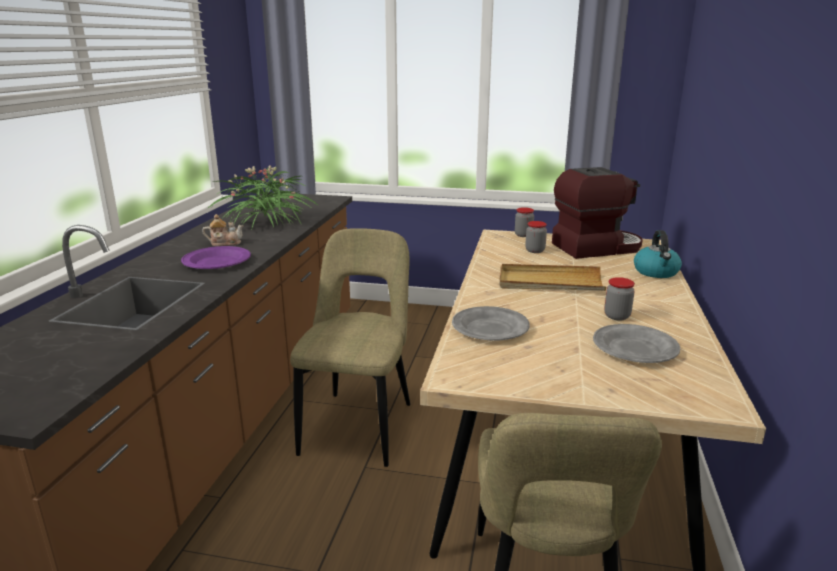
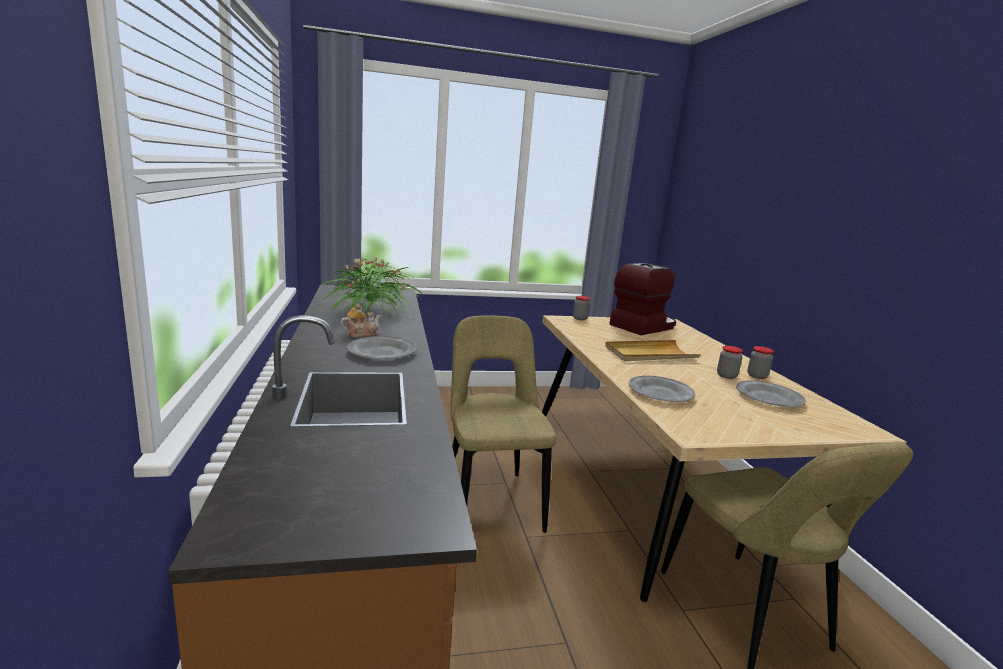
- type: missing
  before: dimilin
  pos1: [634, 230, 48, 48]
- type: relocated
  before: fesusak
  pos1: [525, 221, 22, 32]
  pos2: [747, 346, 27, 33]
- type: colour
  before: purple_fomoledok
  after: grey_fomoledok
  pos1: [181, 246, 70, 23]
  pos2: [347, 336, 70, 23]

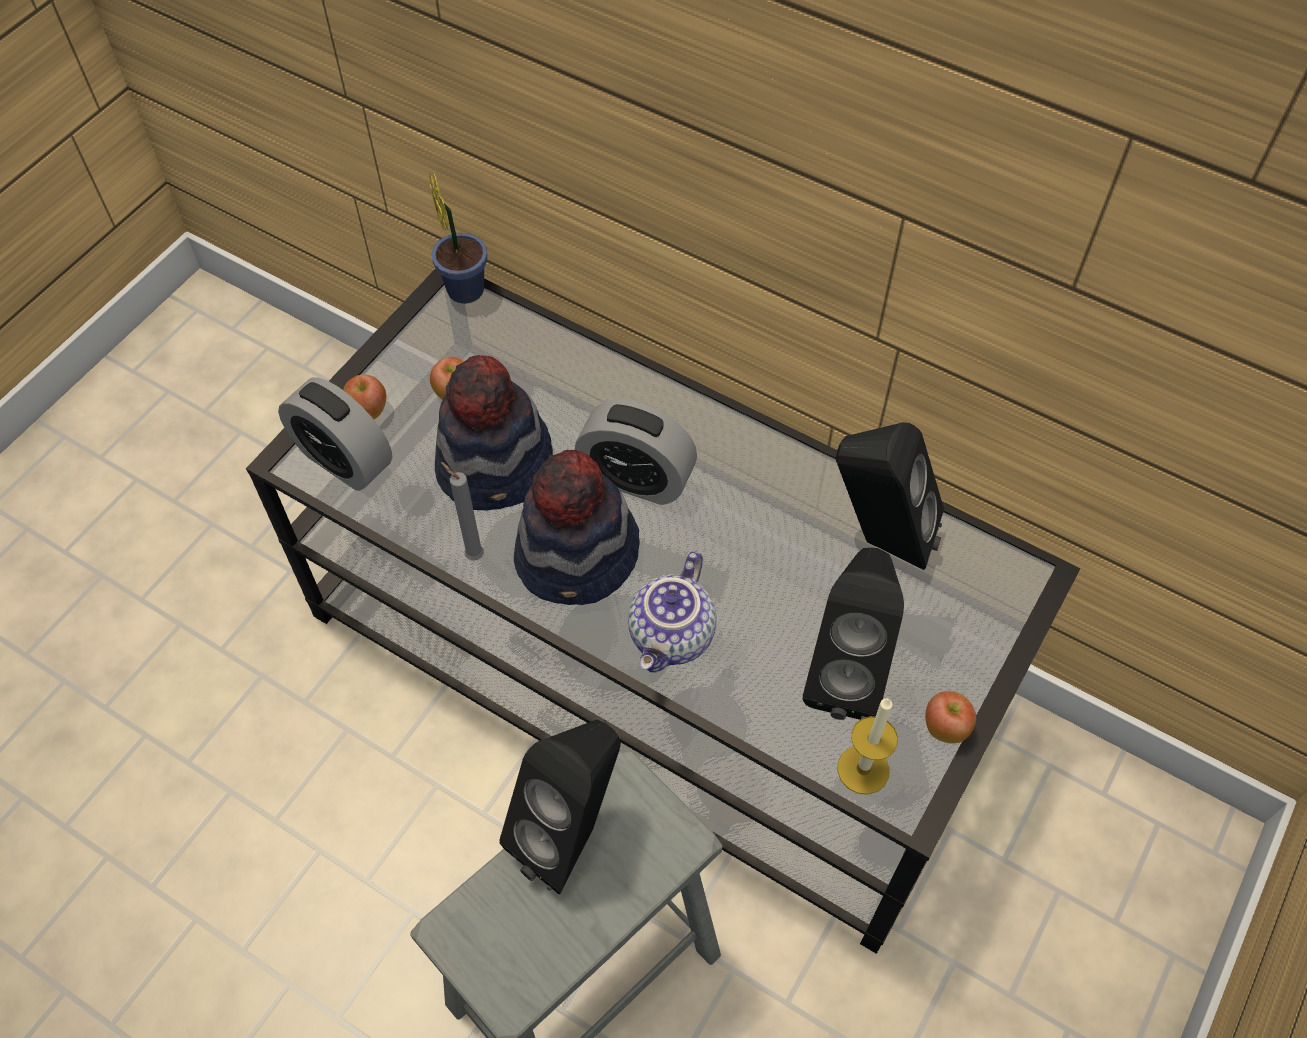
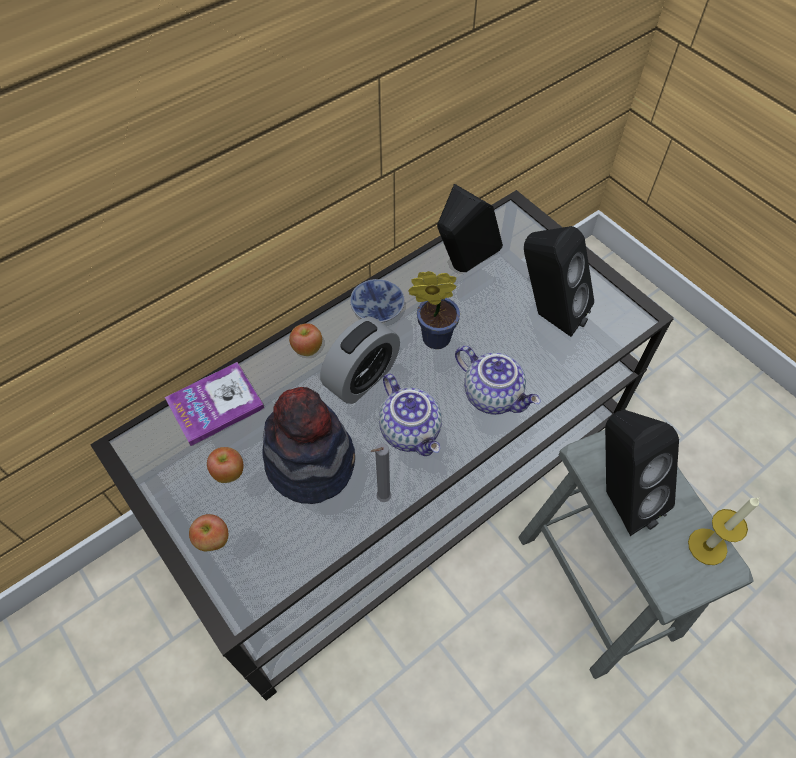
- type: missing
  before: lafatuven
  pos1: [278, 378, 114, 113]
- type: appeared
  after: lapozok
  pos2: [165, 362, 99, 84]
- type: appeared
  after: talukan
  pos2: [350, 279, 55, 44]
- type: relocated
  before: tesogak
  pos1: [429, 171, 58, 133]
  pos2: [408, 271, 52, 78]
- type: relocated
  before: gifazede
  pos1: [837, 697, 61, 98]
  pos2: [688, 498, 71, 67]
- type: relocated
  before: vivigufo
  pos1: [925, 691, 51, 53]
  pos2: [289, 323, 33, 33]
- type: exchanged
  before: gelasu
  after: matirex
  pos1: [514, 450, 126, 155]
  pos2: [379, 374, 63, 82]

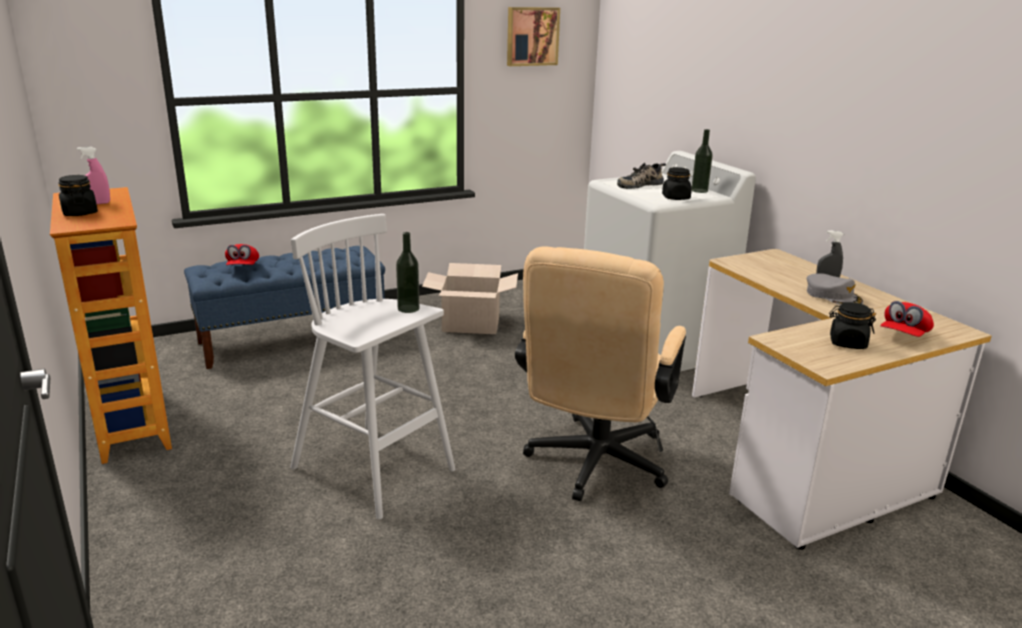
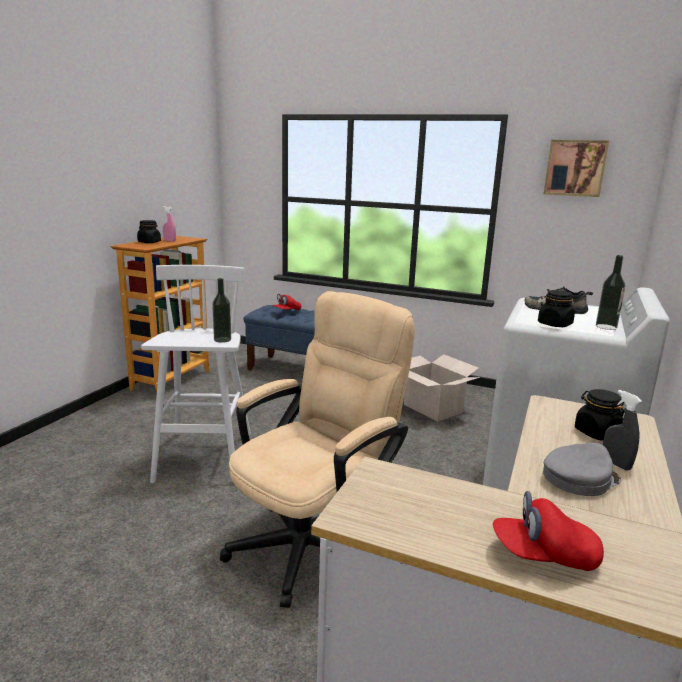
- type: relocated
  before: black_fesusak
  pos1: [829, 302, 47, 47]
  pos2: [575, 389, 50, 52]
- type: spun
  before: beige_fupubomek
  pos1: [515, 246, 171, 255]
  pos2: [220, 291, 195, 317]
  turn: 150
- type: spun
  before: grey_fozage
  pos1: [807, 273, 56, 32]
  pos2: [543, 443, 78, 53]
  turn: -135

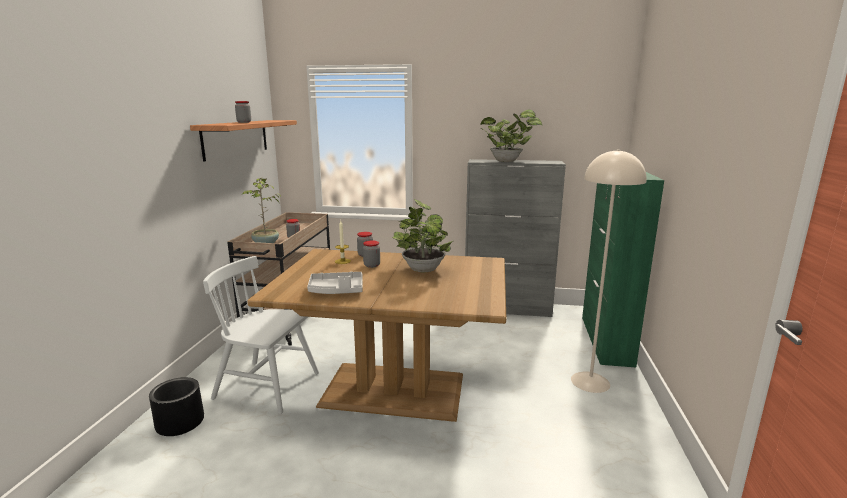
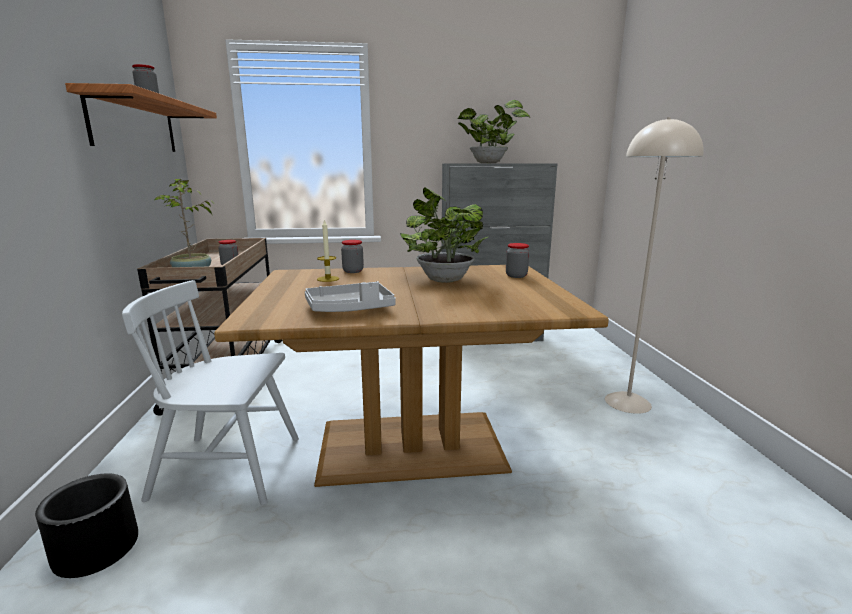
- type: missing
  before: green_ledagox
  pos1: [582, 172, 82, 196]
- type: relocated
  before: fesusak
  pos1: [363, 240, 17, 28]
  pos2: [506, 243, 23, 35]

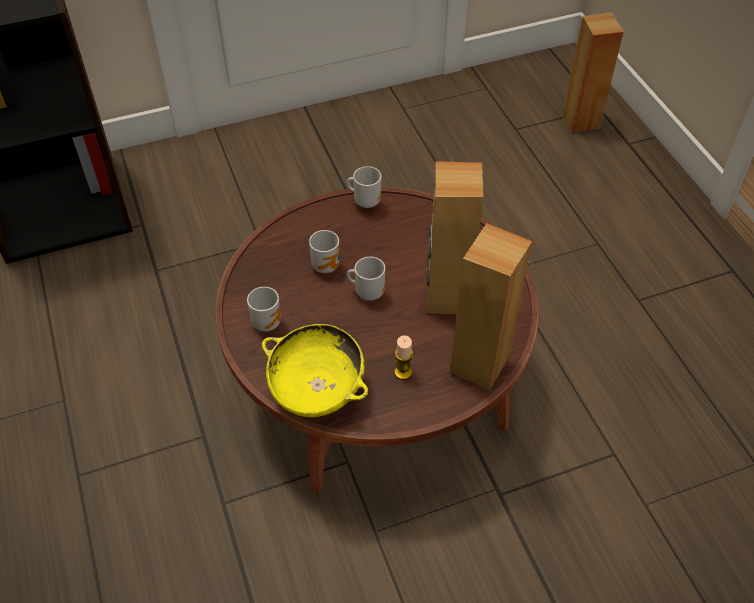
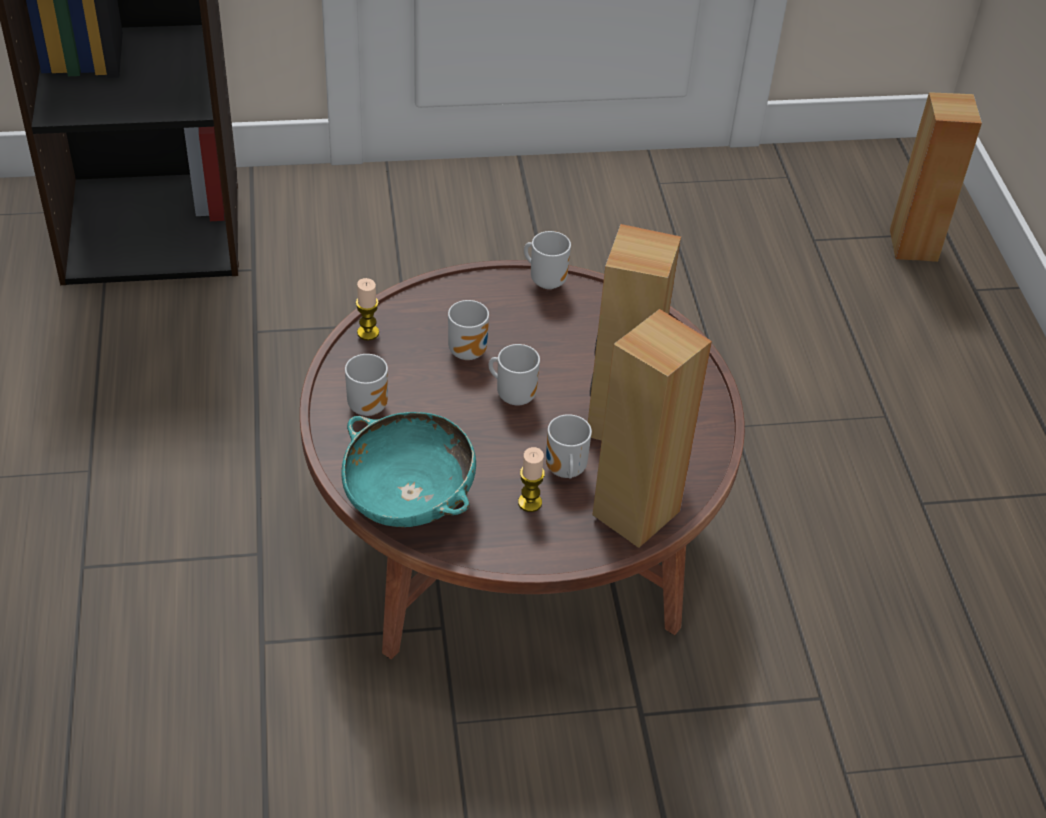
- type: appeared
  after: gifazede
  pos2: [356, 278, 23, 63]
- type: appeared
  after: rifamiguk
  pos2: [546, 414, 46, 64]
- type: colour
  before: yellow_talukan
  after: turquoise_talukan
  pos1: [262, 324, 107, 93]
  pos2: [341, 412, 135, 115]

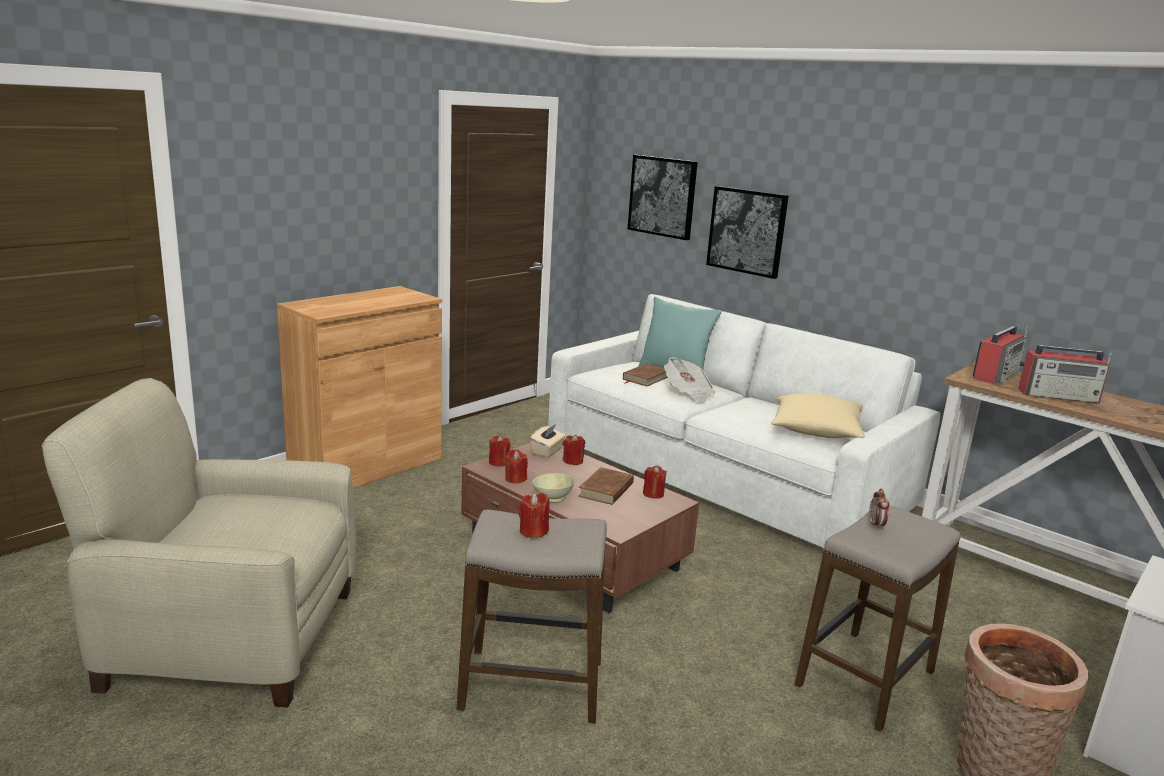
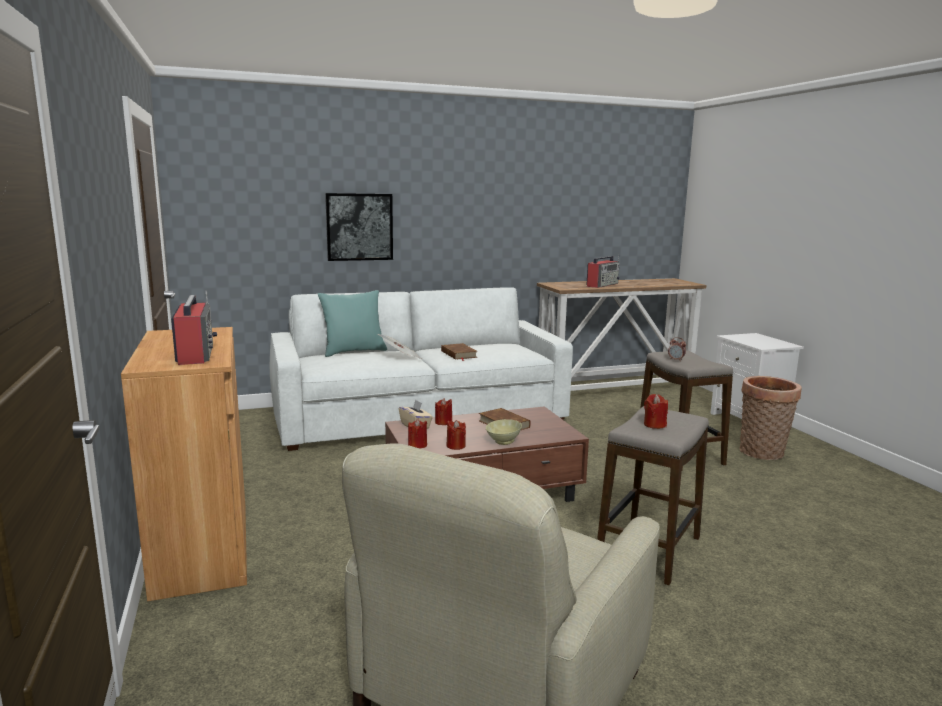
- type: missing
  before: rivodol
  pos1: [628, 155, 70, 85]
- type: missing
  before: red_gifazede
  pos1: [643, 466, 24, 33]
- type: missing
  before: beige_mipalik
  pos1: [771, 393, 94, 45]
- type: relocated
  before: brown_lapozok
  pos1: [623, 363, 45, 24]
  pos2: [441, 343, 36, 18]
- type: relocated
  before: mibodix
  pos1: [973, 326, 55, 58]
  pos2: [171, 291, 46, 74]

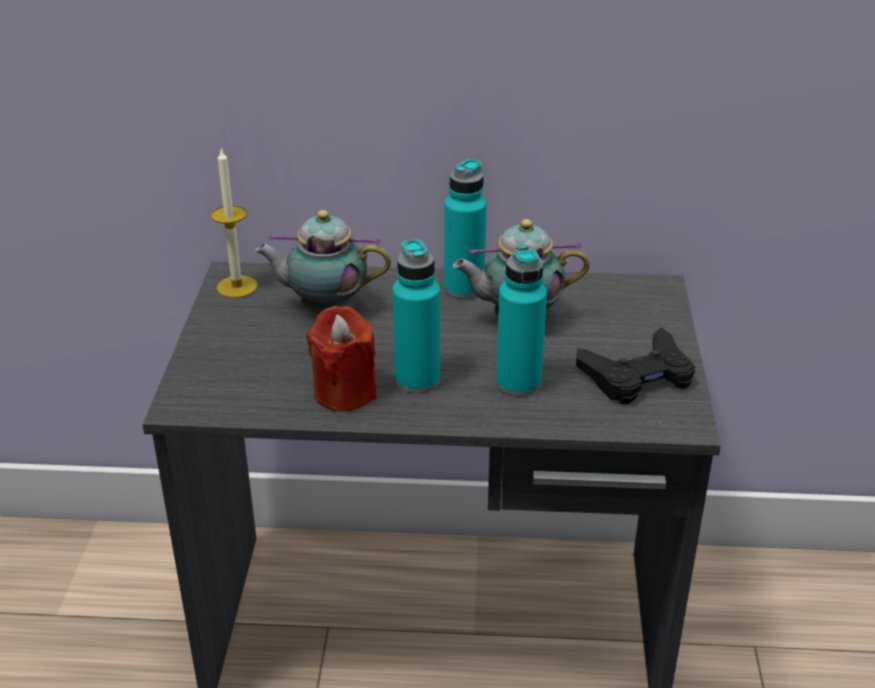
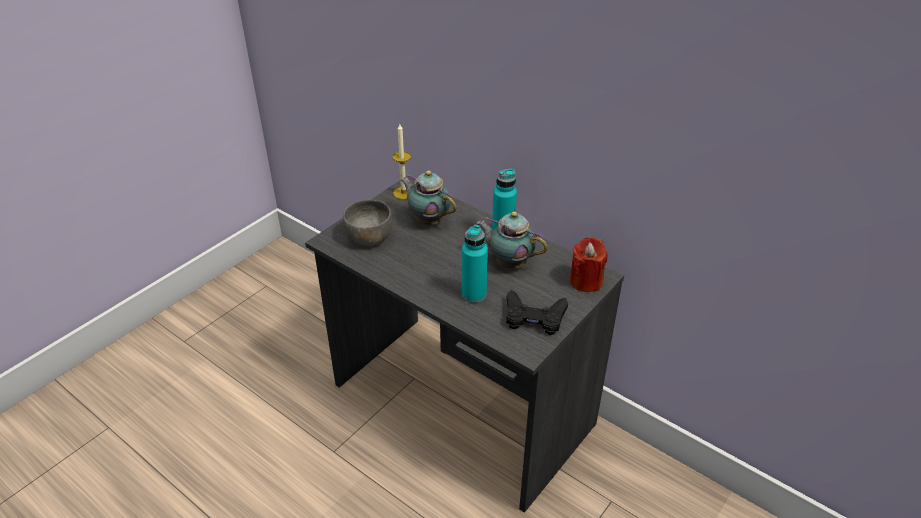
- type: missing
  before: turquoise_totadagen
  pos1: [393, 239, 47, 154]
- type: appeared
  after: grey_talukan
  pos2: [343, 200, 50, 46]
- type: relocated
  before: red_gifazede
  pos1: [307, 306, 70, 105]
  pos2: [570, 237, 38, 55]

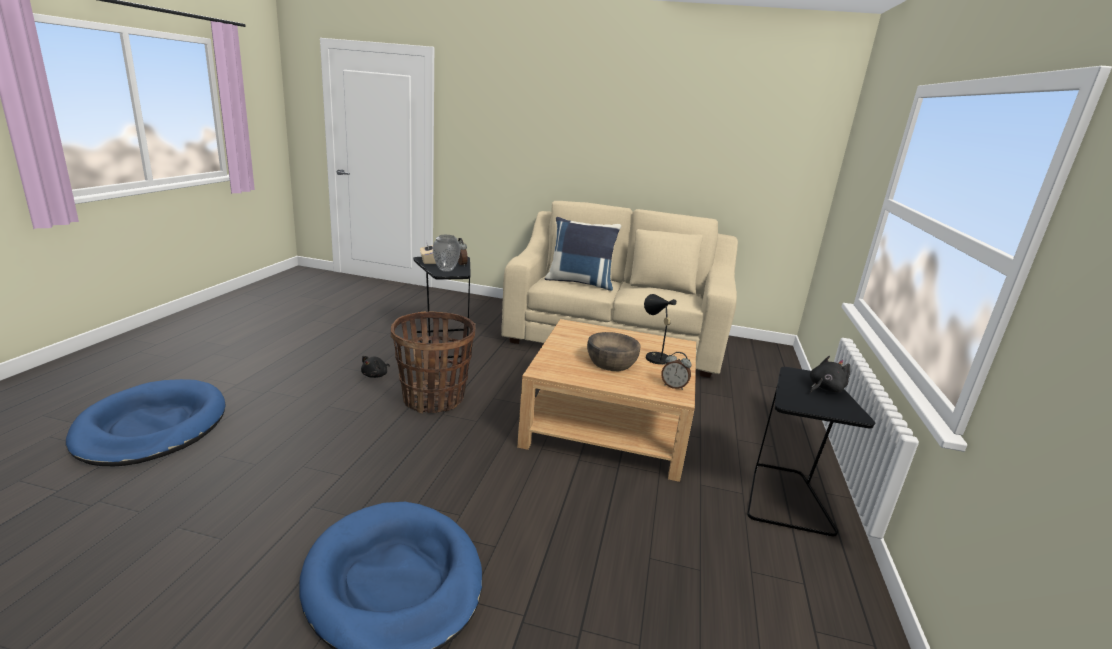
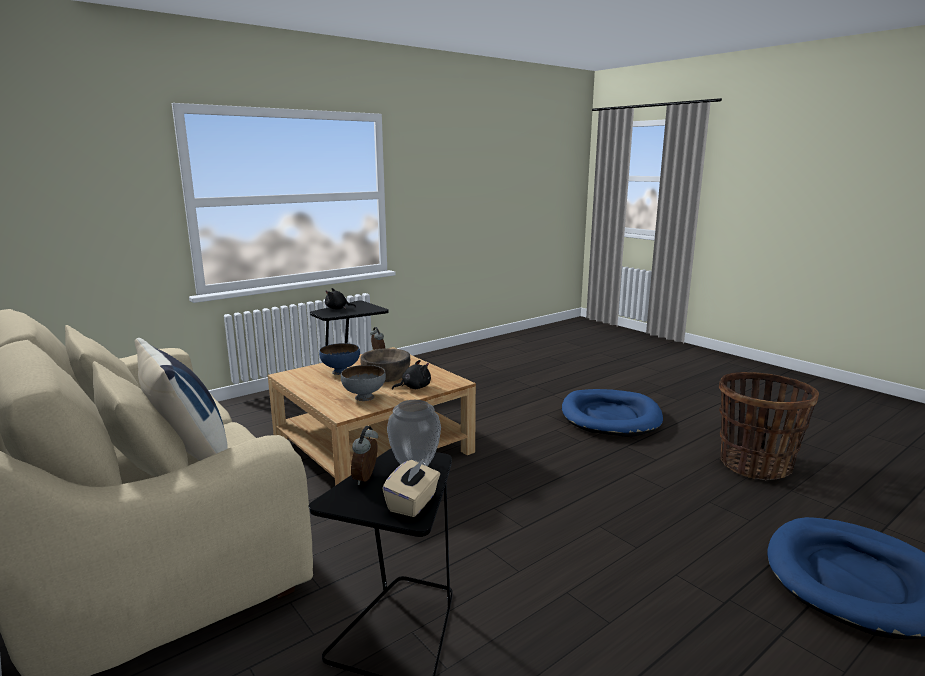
- type: appeared
  after: grey_talukan
  pos2: [341, 365, 45, 36]
- type: relocated
  before: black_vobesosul
  pos1: [361, 356, 29, 22]
  pos2: [392, 360, 39, 30]
- type: relocated
  before: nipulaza
  pos1: [391, 311, 84, 103]
  pos2: [719, 372, 100, 108]
- type: exchanged
  before: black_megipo
  after: blue_talukan
  pos1: [644, 294, 33, 71]
  pos2: [319, 343, 41, 32]

